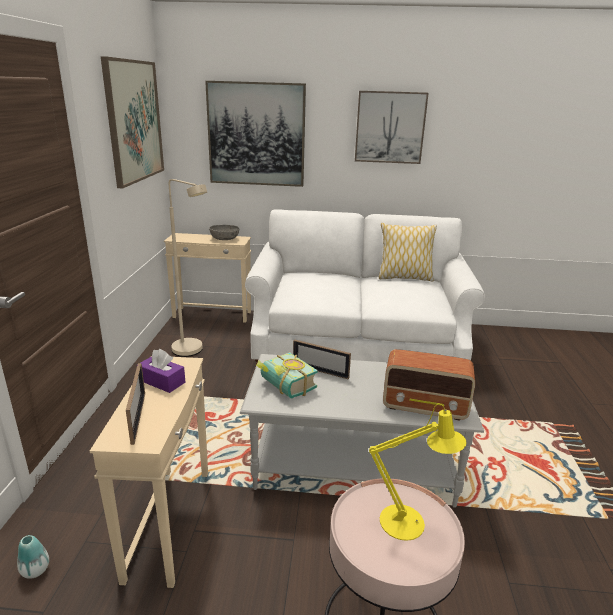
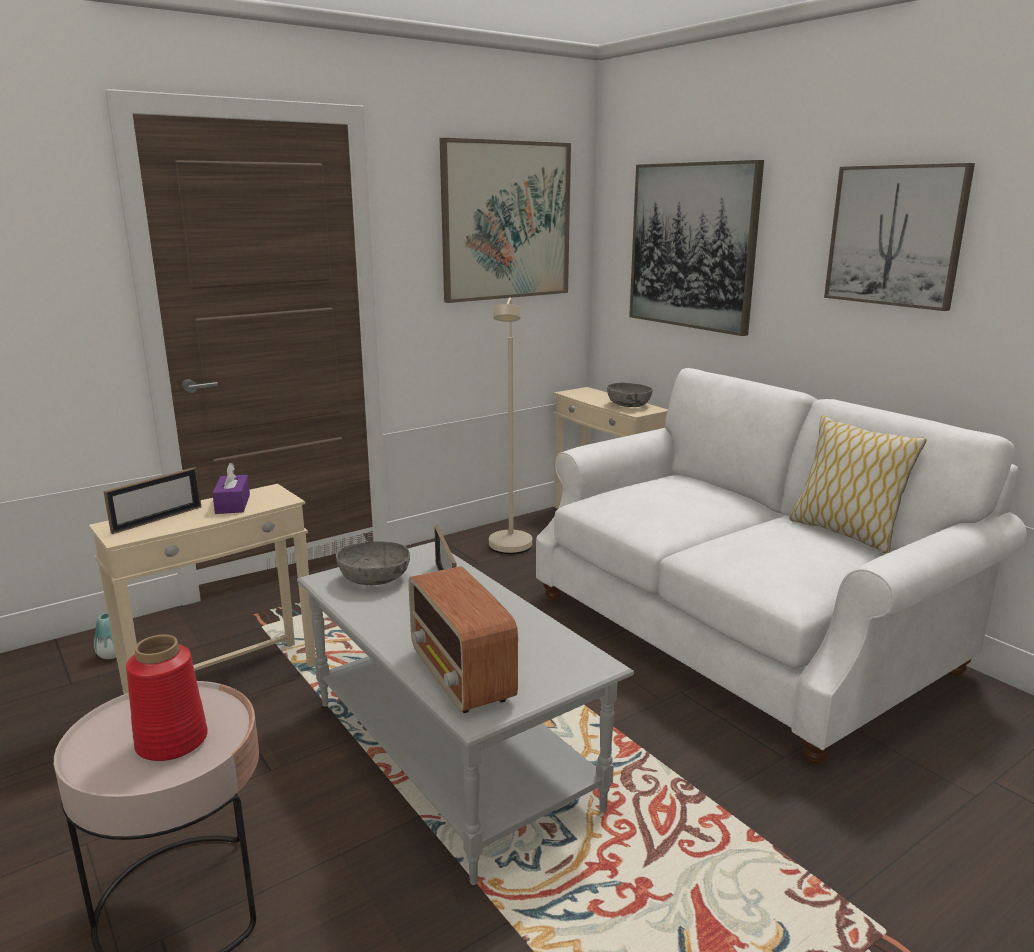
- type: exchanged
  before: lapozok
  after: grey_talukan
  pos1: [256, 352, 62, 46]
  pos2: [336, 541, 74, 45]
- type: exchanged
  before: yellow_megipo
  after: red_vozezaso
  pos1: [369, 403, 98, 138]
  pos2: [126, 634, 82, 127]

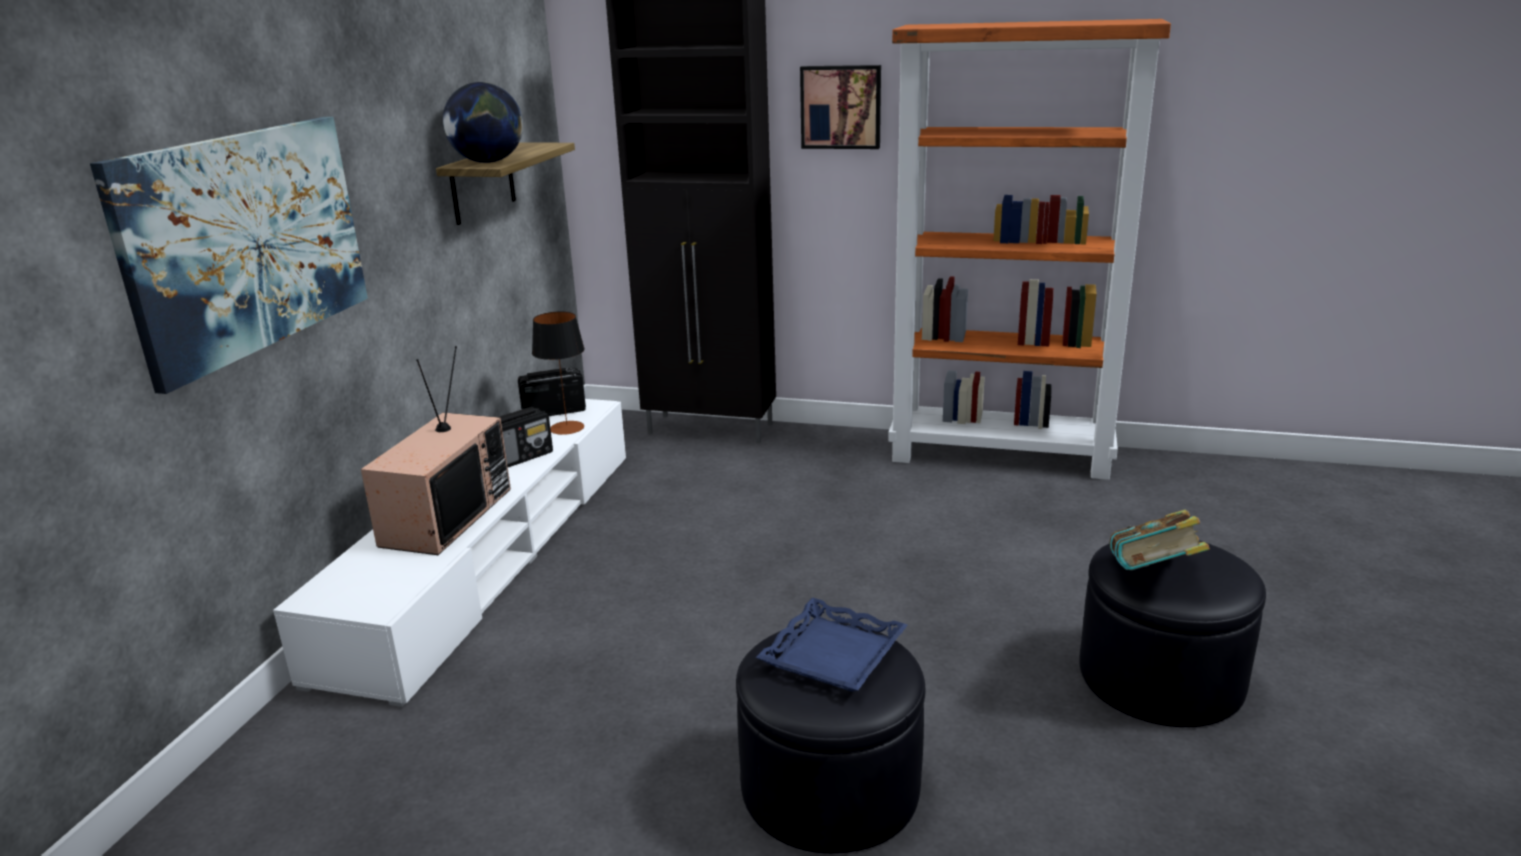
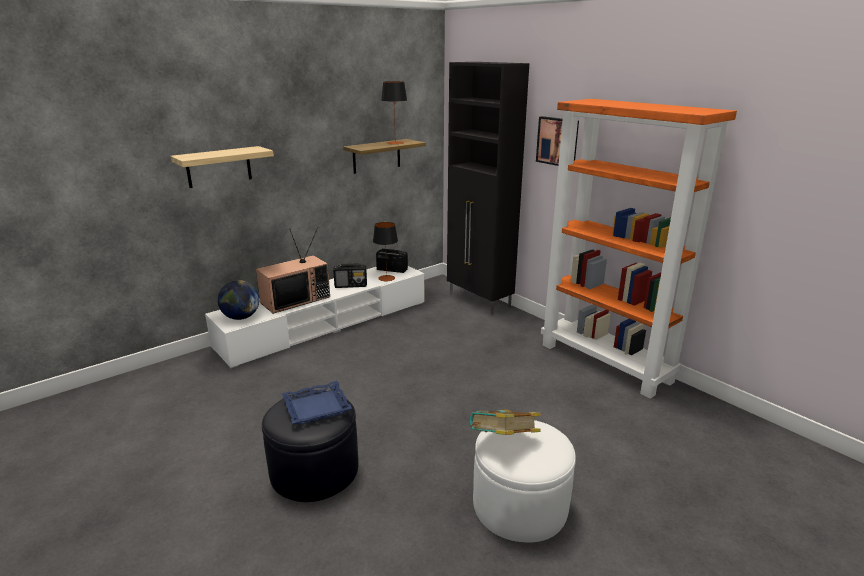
- type: appeared
  after: megipo
  pos2: [381, 81, 26, 63]
- type: relocated
  before: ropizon
  pos1: [443, 82, 80, 81]
  pos2: [217, 280, 42, 40]
- type: exchanged
  before: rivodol
  after: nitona
  pos1: [90, 117, 278, 277]
  pos2: [171, 146, 103, 42]
- type: colour
  before: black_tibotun
  after: white_tibotun
  pos1: [1079, 540, 187, 187]
  pos2: [473, 420, 103, 122]

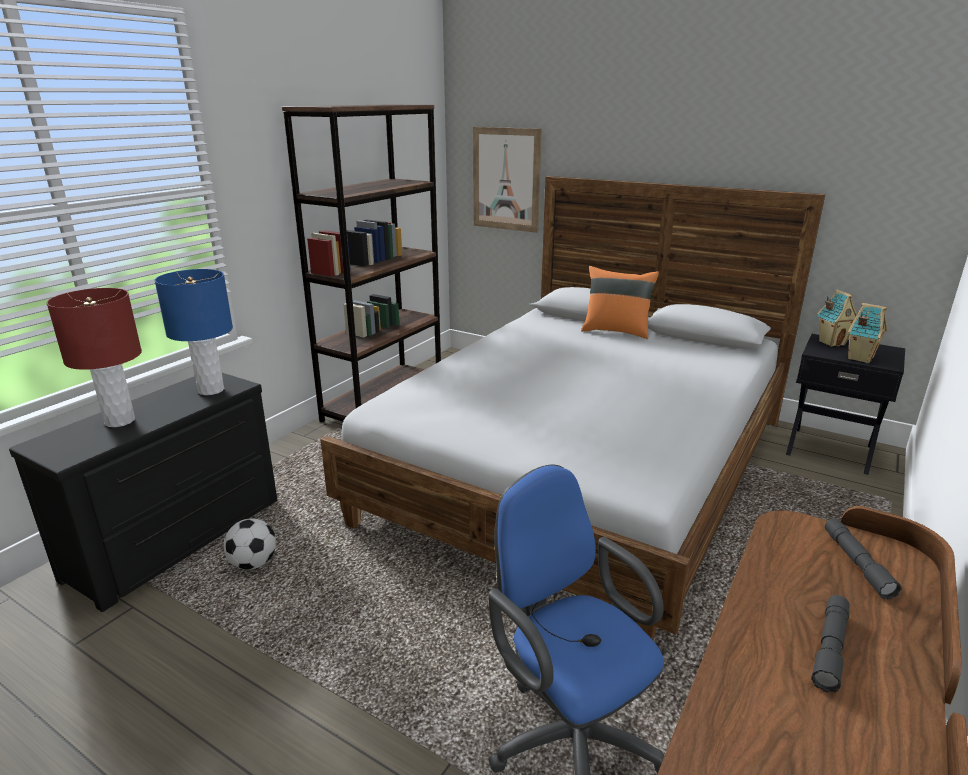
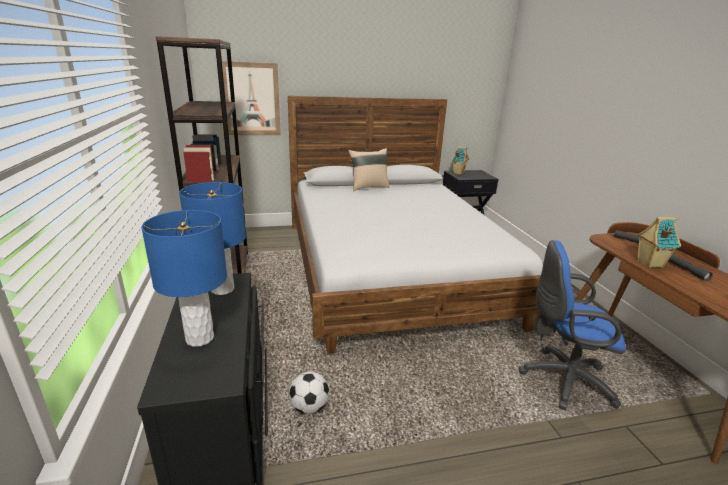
- type: relocated
  before: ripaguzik
  pos1: [848, 303, 39, 60]
  pos2: [637, 217, 44, 51]
- type: colour
  before: red_megipo
  after: blue_megipo
  pos1: [47, 288, 95, 139]
  pos2: [141, 210, 86, 137]
- type: colour
  before: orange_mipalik
  after: beige_mipalik
  pos1: [581, 266, 78, 73]
  pos2: [348, 148, 42, 43]

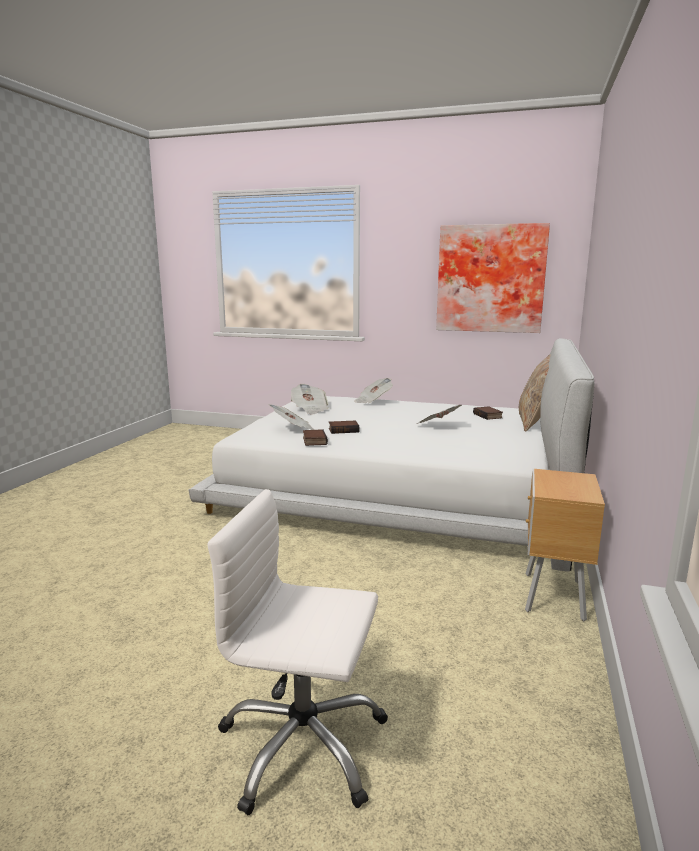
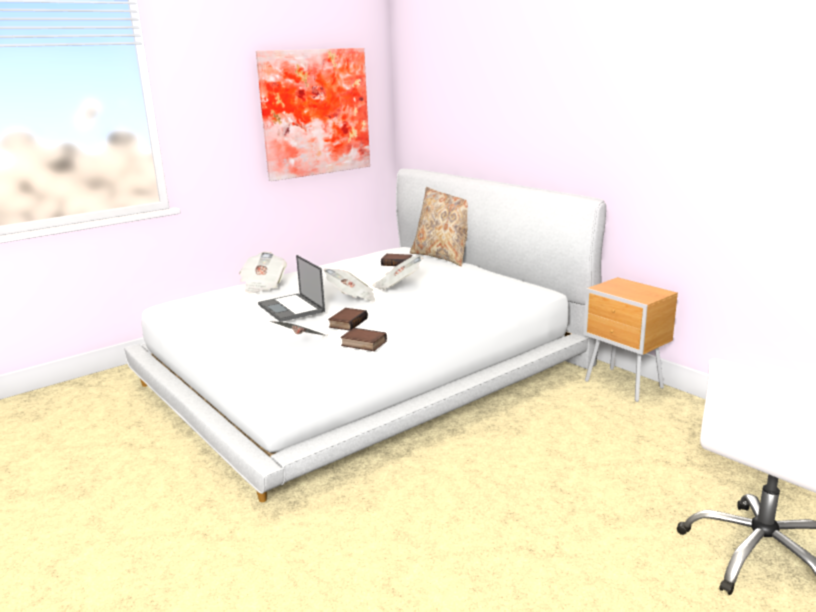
- type: appeared
  after: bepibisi
  pos2: [258, 255, 67, 67]
- type: relocated
  before: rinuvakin
  pos1: [291, 384, 38, 31]
  pos2: [323, 269, 52, 33]

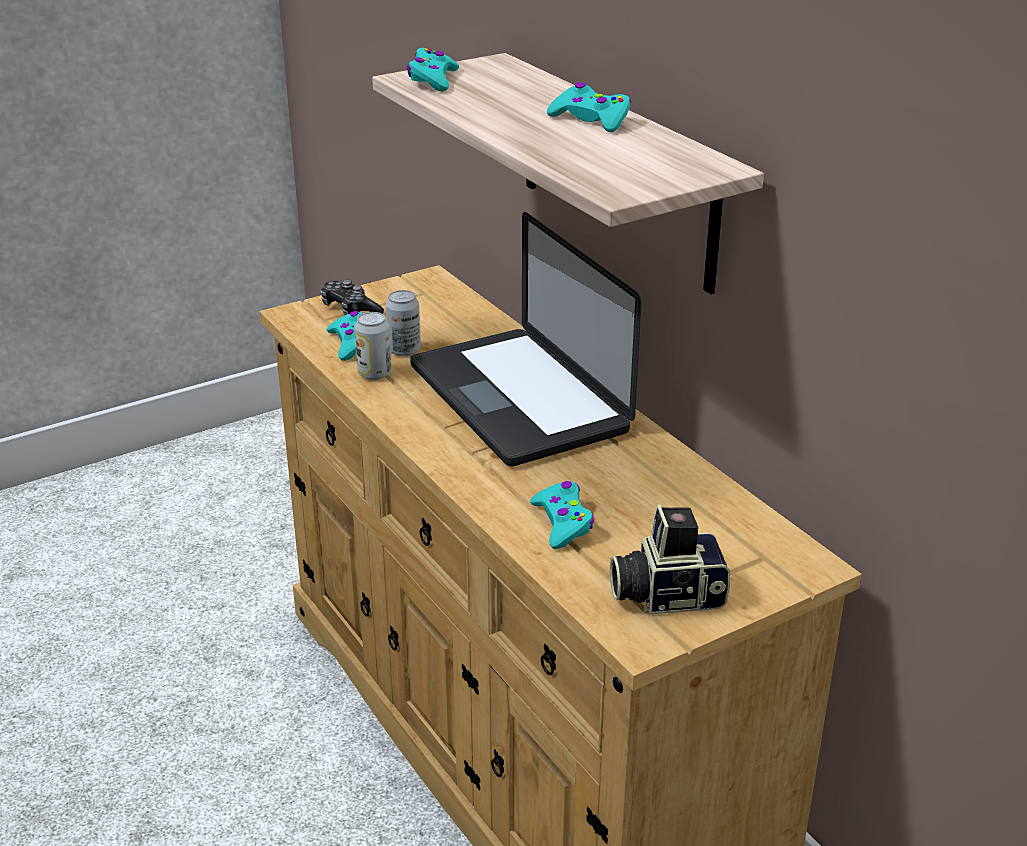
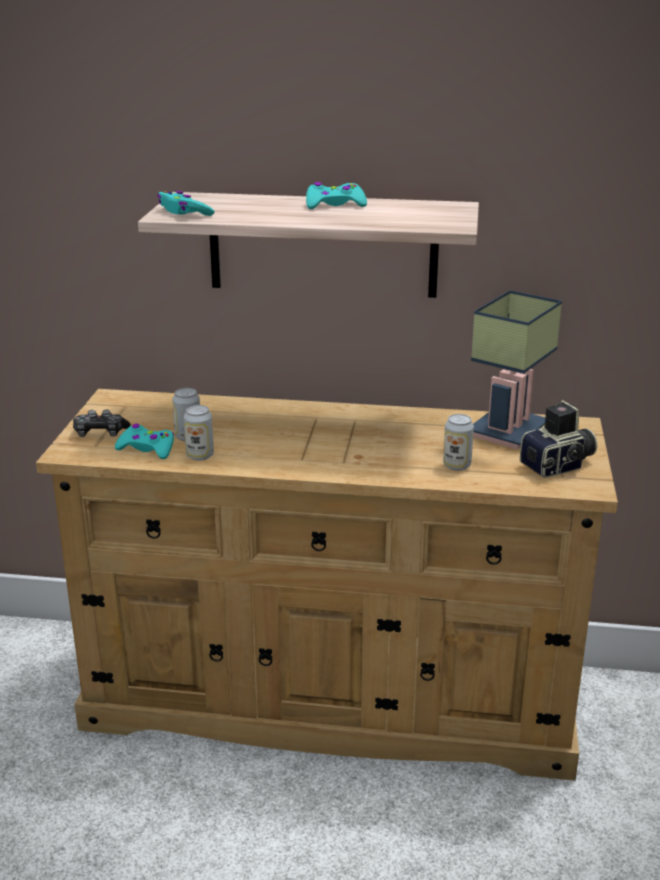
- type: missing
  before: bepibisi
  pos1: [410, 212, 232, 254]
- type: appeared
  after: megipo
  pos2: [471, 290, 91, 160]
- type: exchanged
  before: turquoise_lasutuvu
  after: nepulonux
  pos1: [530, 481, 64, 68]
  pos2: [443, 414, 31, 57]
- type: spun
  before: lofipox
  pos1: [610, 504, 120, 110]
  pos2: [520, 400, 77, 78]
  turn: -150

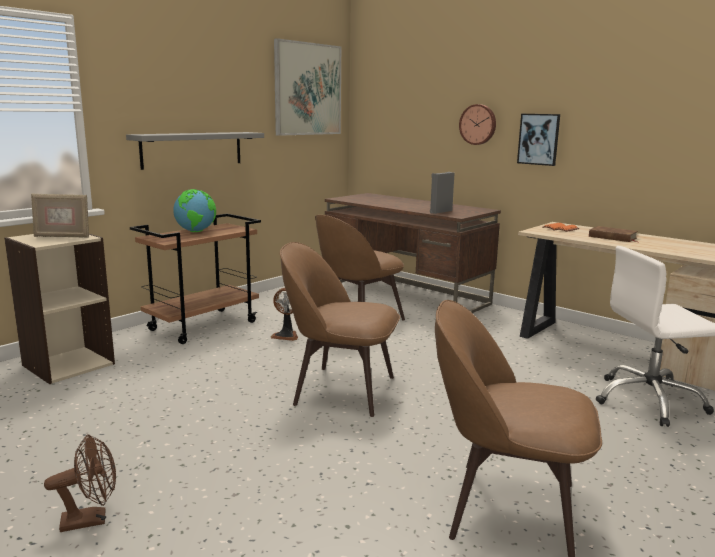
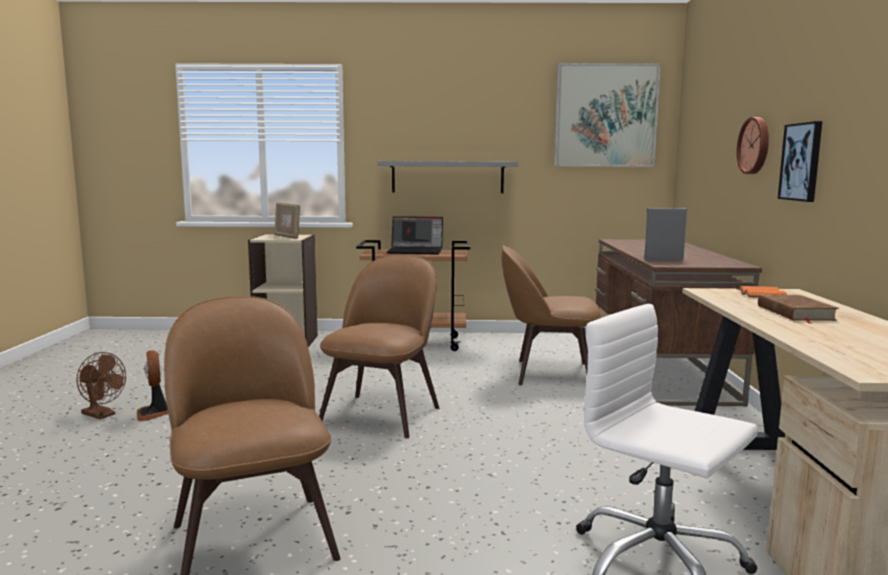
- type: relocated
  before: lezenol
  pos1: [271, 288, 27, 53]
  pos2: [137, 350, 31, 71]
- type: exchanged
  before: ropizon
  after: bepibisi
  pos1: [173, 189, 43, 43]
  pos2: [387, 216, 56, 38]
- type: spun
  before: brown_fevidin
  pos1: [280, 242, 120, 175]
  pos2: [319, 255, 120, 183]
  turn: 45

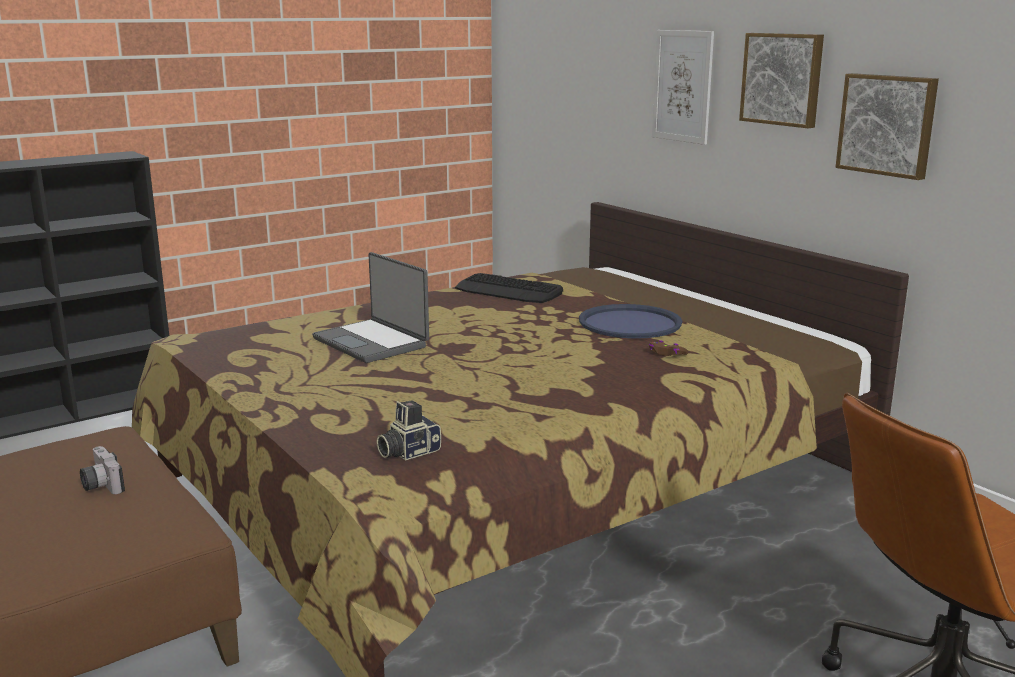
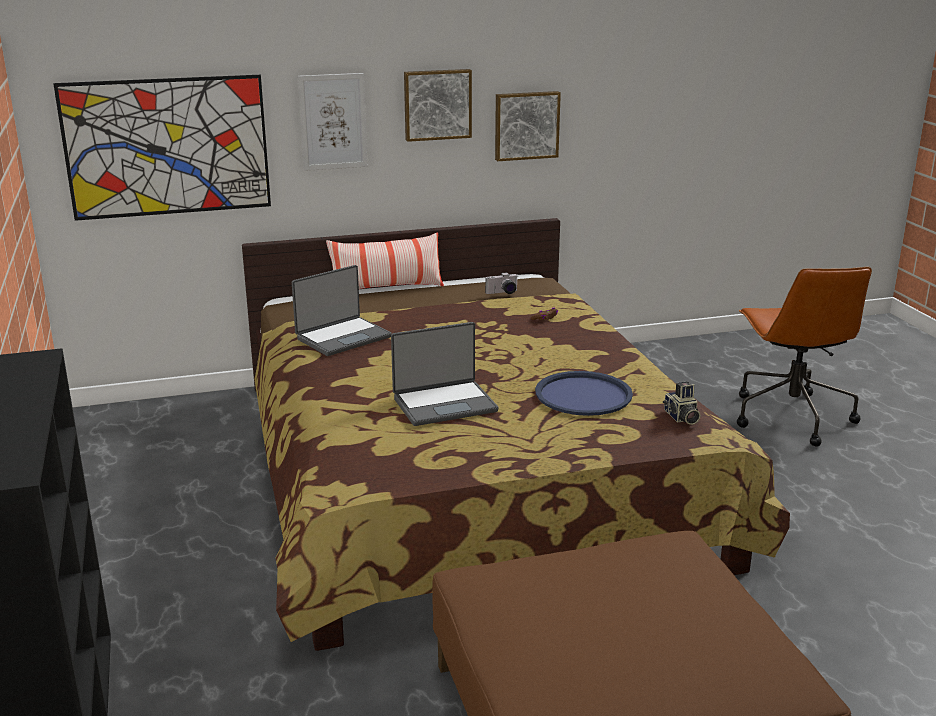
- type: appeared
  after: rivodol
  pos2: [53, 75, 218, 146]
- type: appeared
  after: mipalik
  pos2: [326, 232, 118, 57]
- type: relocated
  before: lofipox
  pos1: [80, 446, 45, 48]
  pos2: [485, 272, 33, 22]
- type: relocated
  before: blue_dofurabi
  pos1: [579, 304, 103, 35]
  pos2: [535, 371, 98, 45]
- type: exchanged
  before: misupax
  after: bepibisi
  pos1: [455, 273, 108, 30]
  pos2: [292, 265, 100, 91]

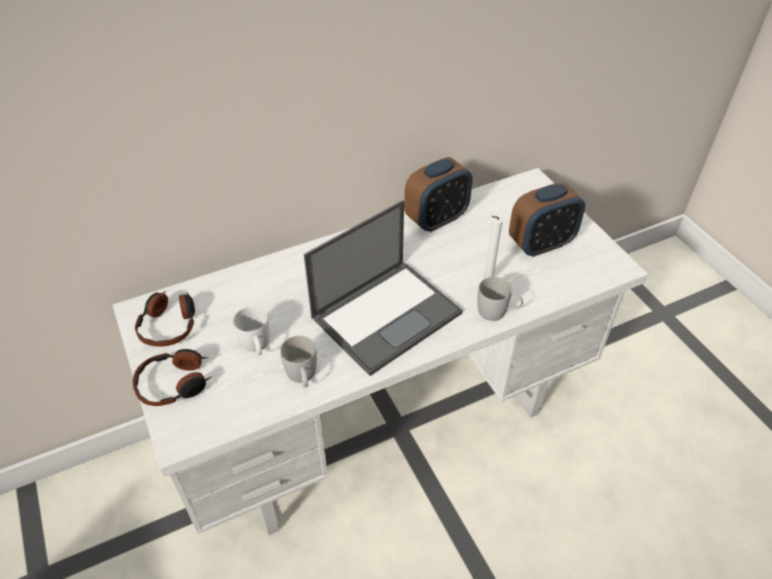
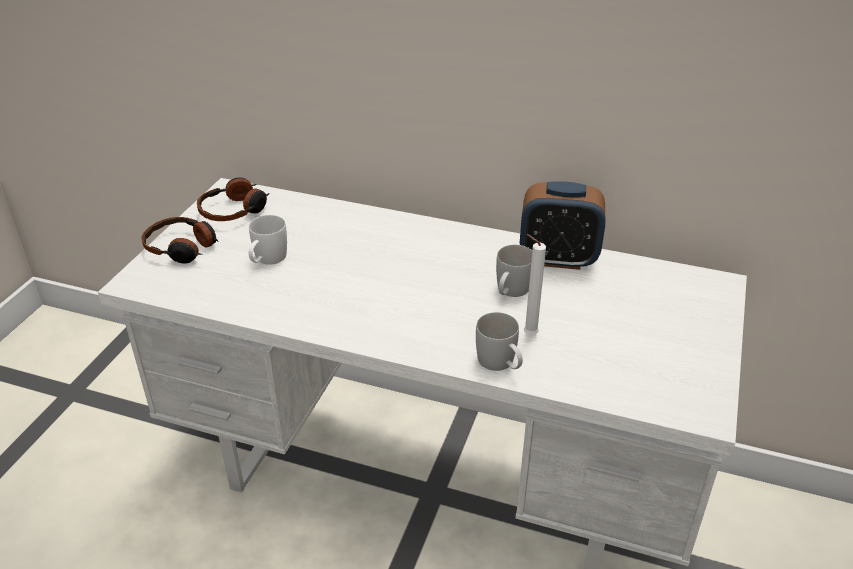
- type: missing
  before: bepibisi
  pos1: [304, 200, 158, 176]
- type: missing
  before: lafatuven
  pos1: [509, 182, 76, 75]
- type: relocated
  before: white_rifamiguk
  pos1: [280, 335, 37, 52]
  pos2: [496, 245, 36, 52]

